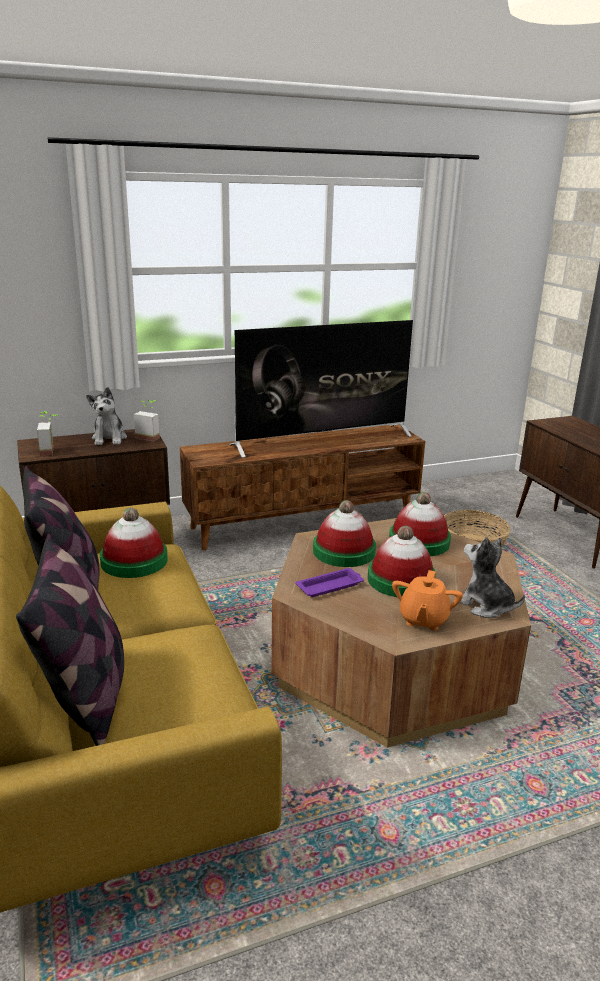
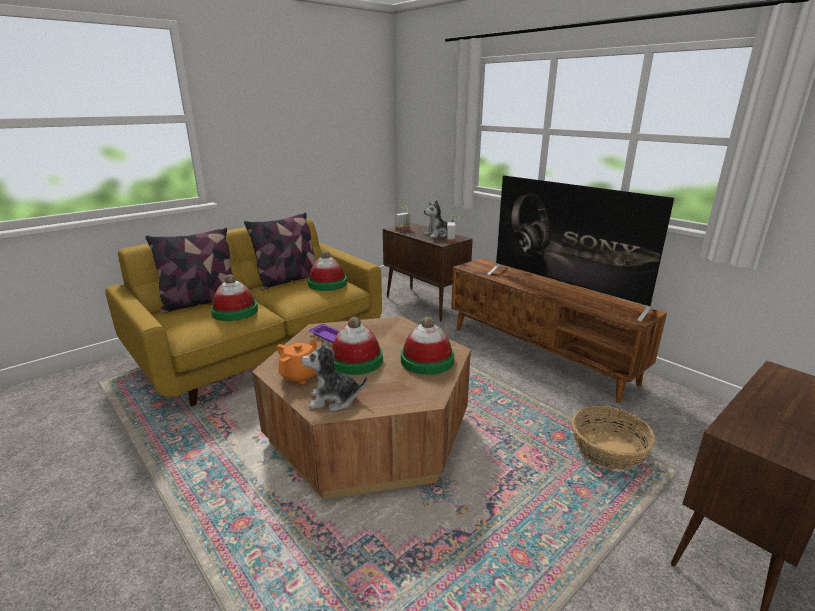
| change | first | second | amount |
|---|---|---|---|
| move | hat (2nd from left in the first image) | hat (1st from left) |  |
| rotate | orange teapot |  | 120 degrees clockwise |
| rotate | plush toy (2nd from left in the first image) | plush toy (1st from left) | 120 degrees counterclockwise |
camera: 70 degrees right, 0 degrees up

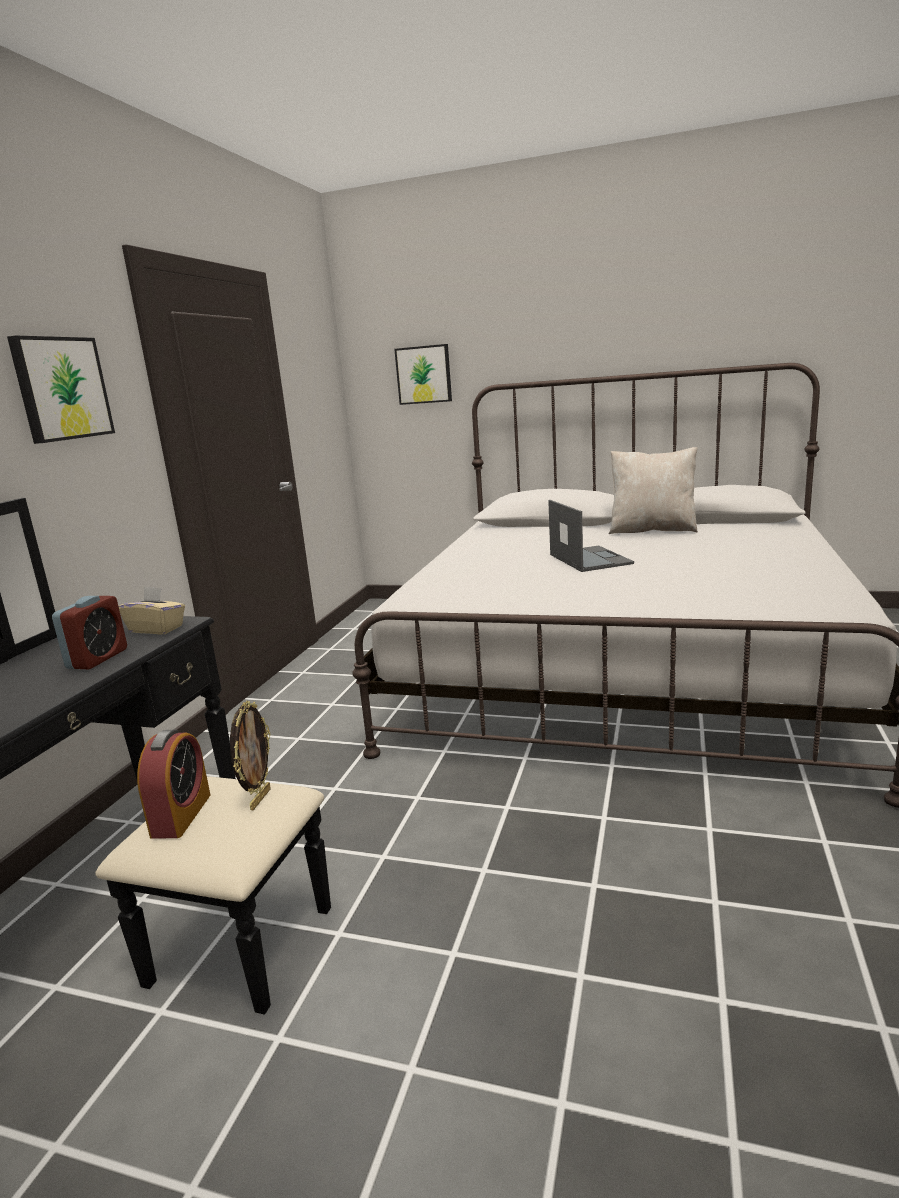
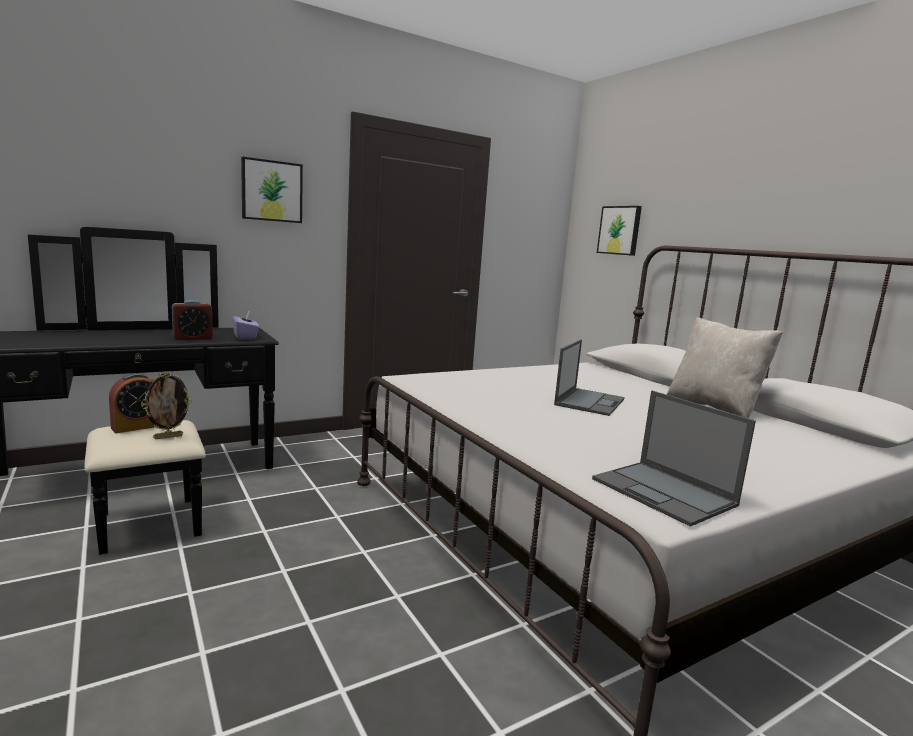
| change | first | second | amount |
|---|---|---|---|
| recolor | beige tissue box | purple tissue box |  |
| insert |  | laptop (2nd from left) |  |
camera: 40 degrees right, 5 degrees down

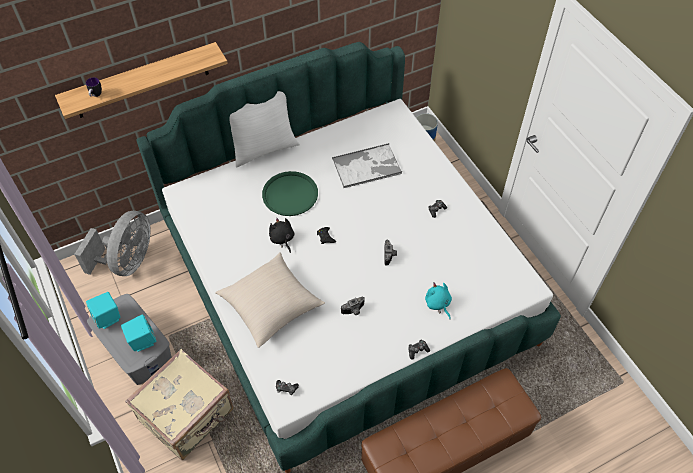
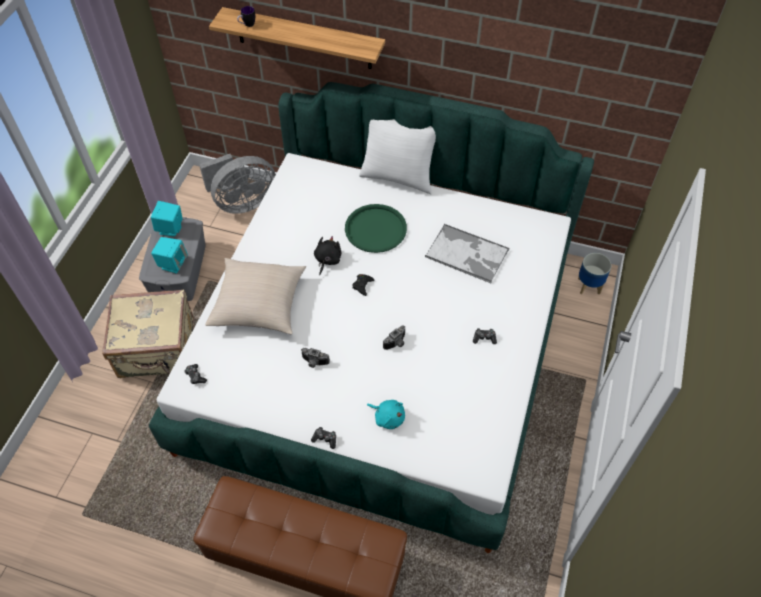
| change | first | second | amount |
|---|---|---|---|
| rotate | turquoise plush toy |  | 105 degrees clockwise |
camera: 45 degrees right, 0 degrees up

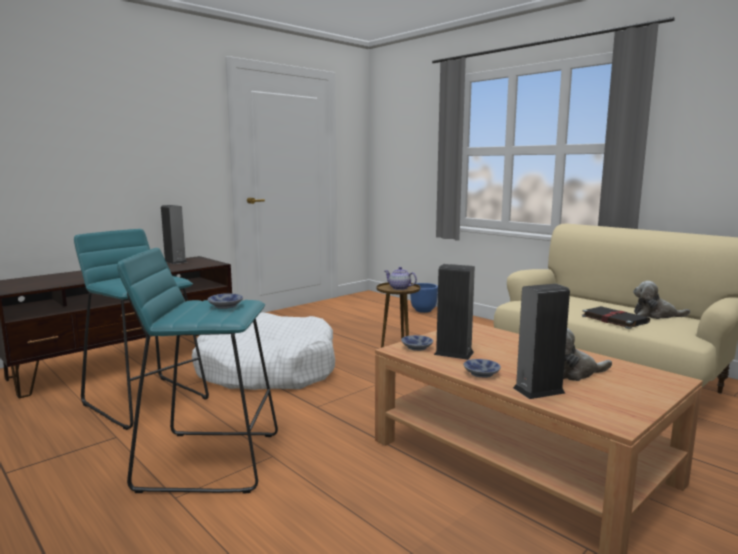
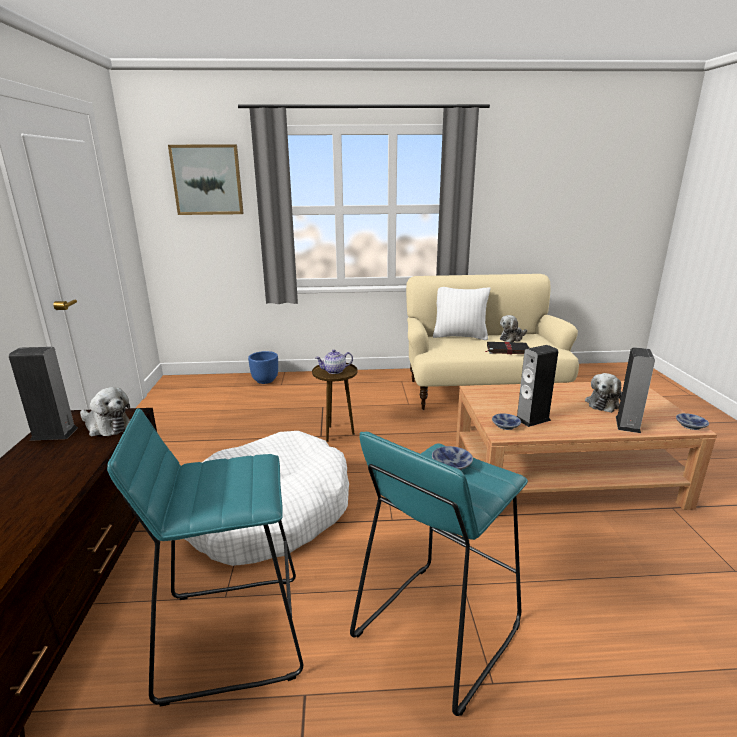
| change | first | second | amount |
|---|---|---|---|
| insert |  | plush toy (1st from left) |  |
| insert |  | picture |  |
| insert |  | white pillow |  |
| move | bowl (3rd from left) |  |  |
camera: 50 degrees left, 10 degrees up

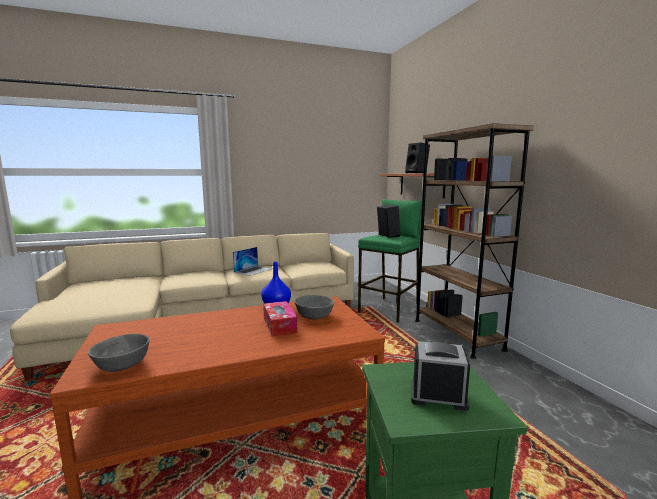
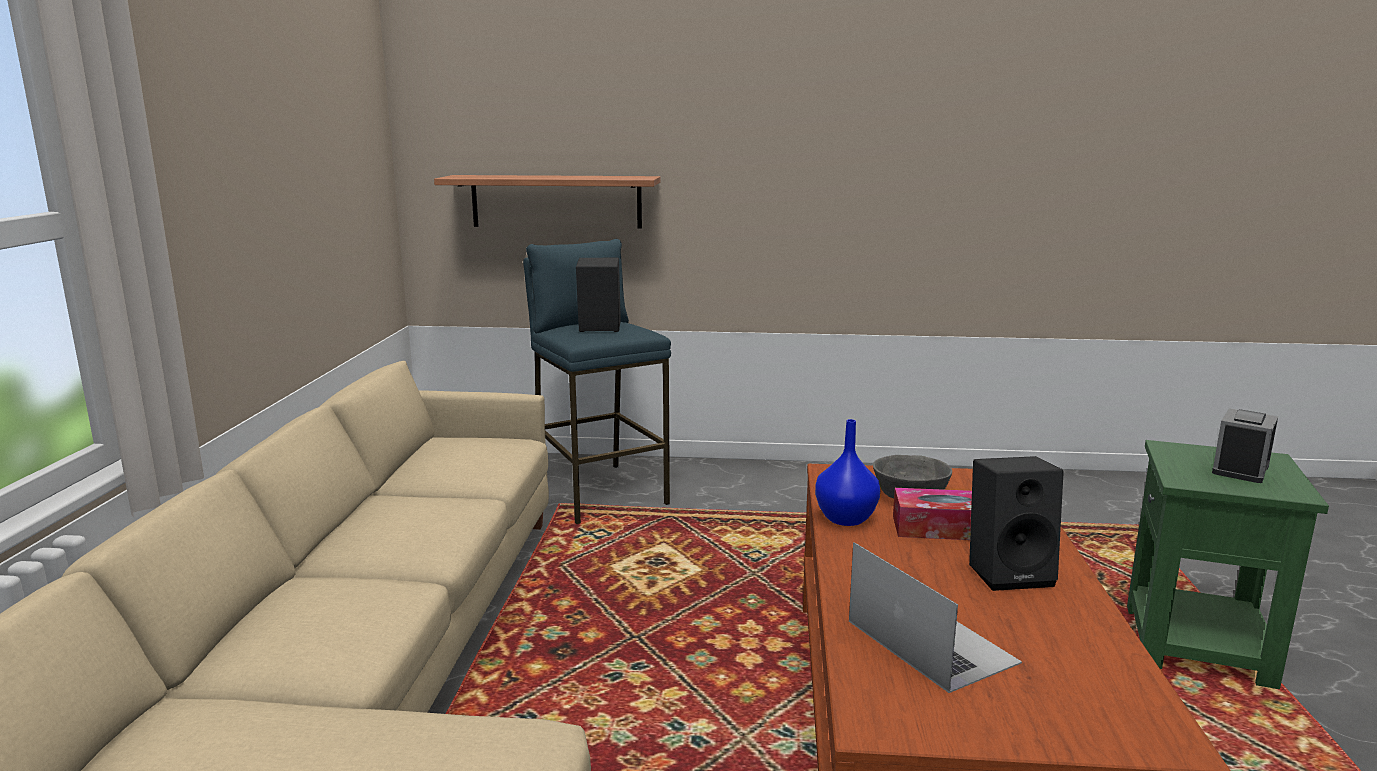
| change | first | second | amount |
|---|---|---|---|
| recolor | green stool | blue stool |  |
| move | laptop |  |  |
| move | black speaker (2nd from left) |  |  |
| delete | grey bowl (1st from left) |  |  |
| delete | brown bookcase |  |  |
camera: 65 degrees left, 5 degrees up

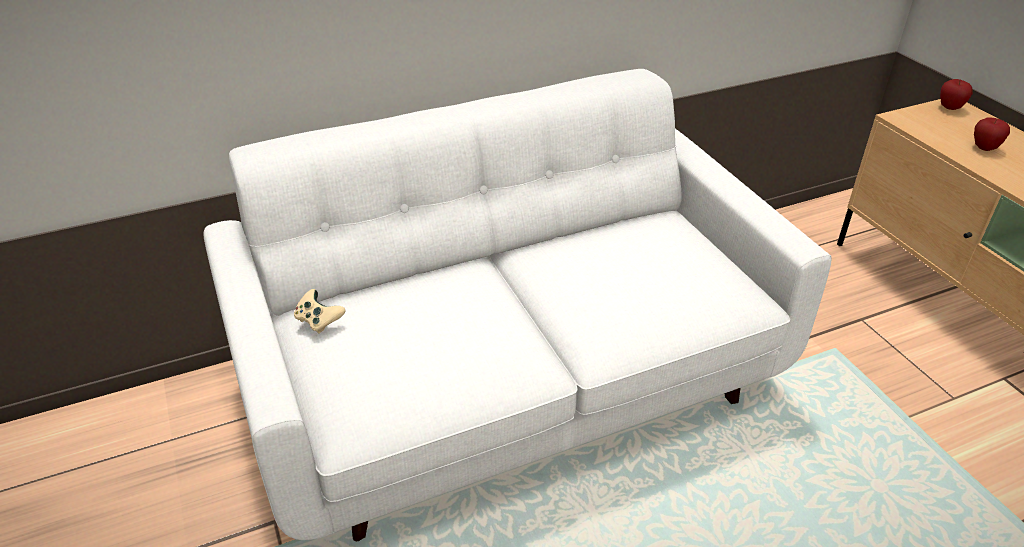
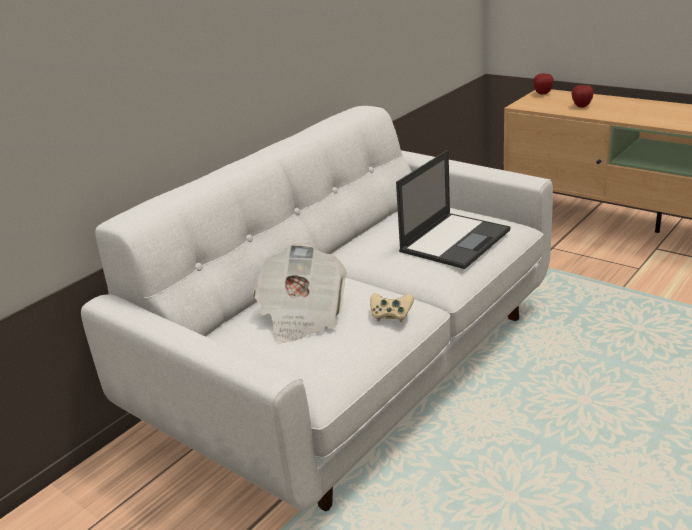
| change | first | second | amount |
|---|---|---|---|
| insert |  | newspaper |  |
| move | beige game controller |  |  |
| insert |  | laptop |  |
camera: 25 degrees left, 10 degrees down

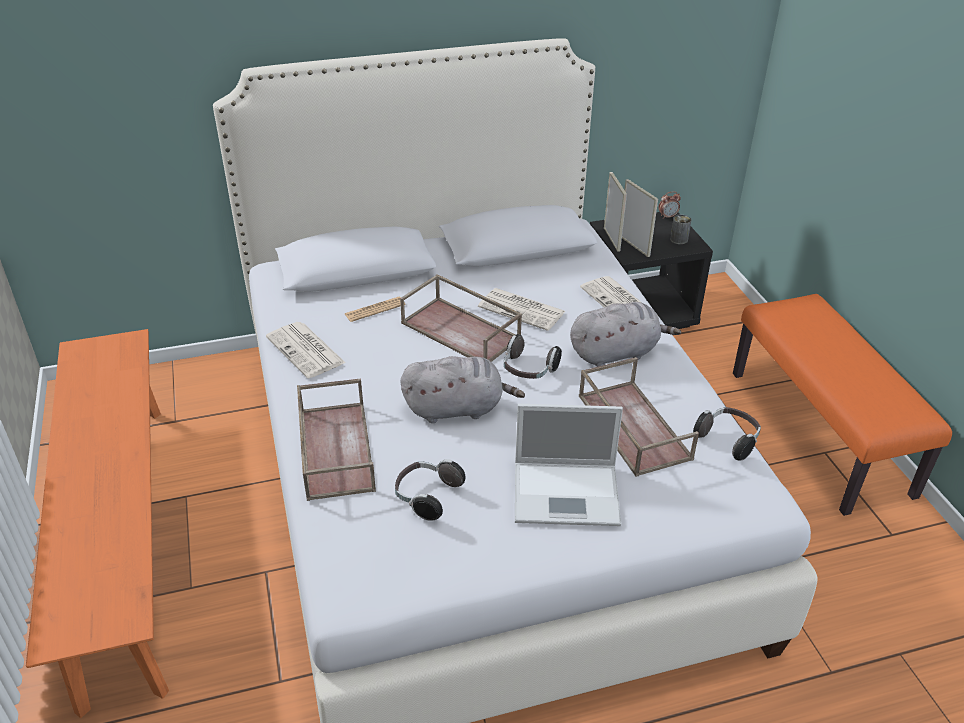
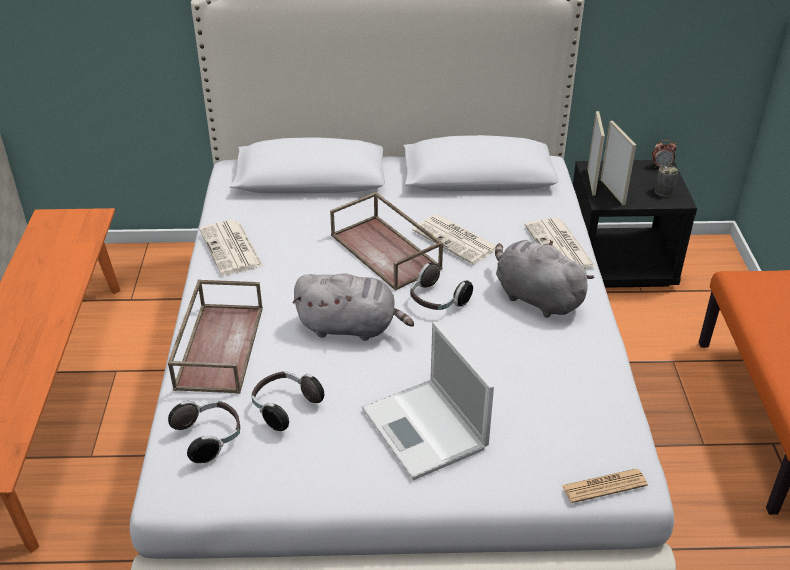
| change | first | second | amount |
|---|---|---|---|
| move | headphones (3rd from left in the first image) | headphones (1st from left) |  |
| rotate | laptop |  | 45 degrees clockwise |
| rotate | grey plush toy (2nd from left) |  | 135 degrees counterclockwise |
| move | newspaper (2nd from left in the first image) | newspaper (4th from left) |  |
| delete | brown tray (3rd from left) |  |  |
camera: 15 degrees right, 0 degrees up

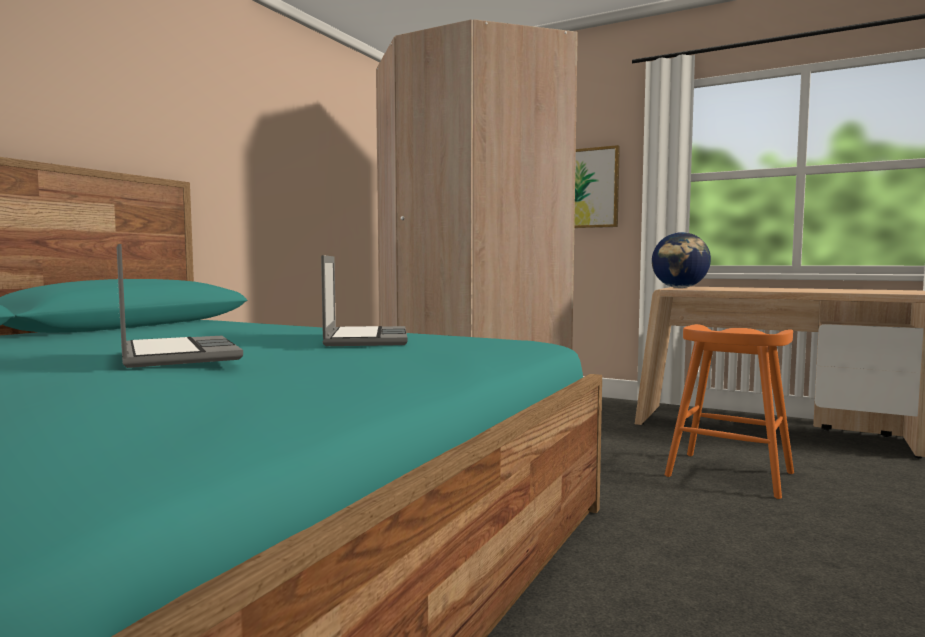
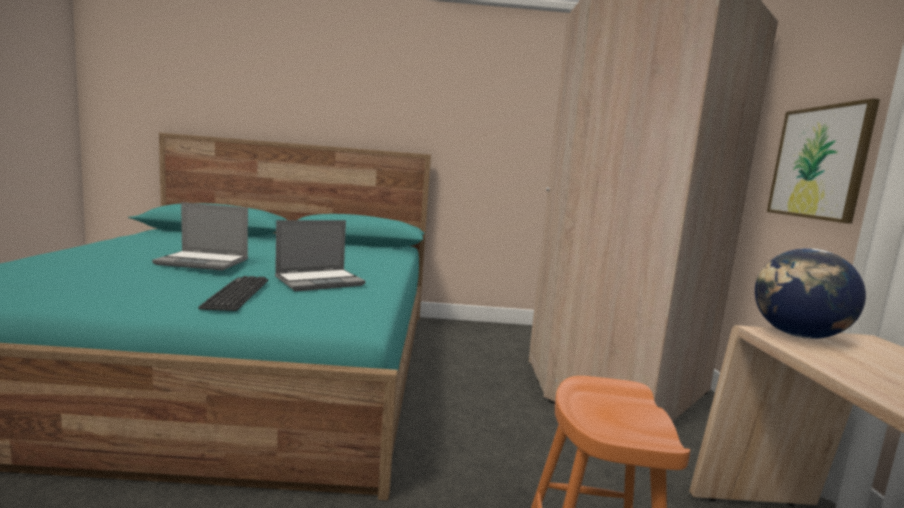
| change | first | second | amount |
|---|---|---|---|
| rotate | laptop (1st from left) |  | 60 degrees clockwise |
| insert |  | keyboard |  |
camera: 60 degrees right, 5 degrees up

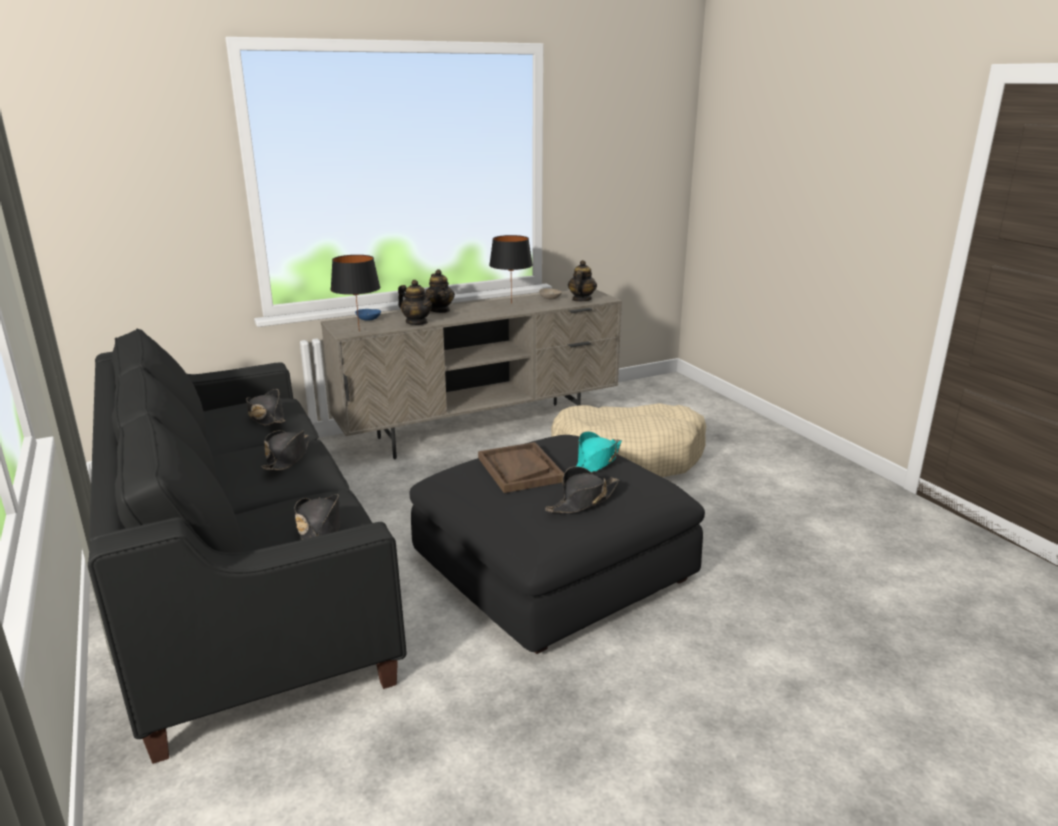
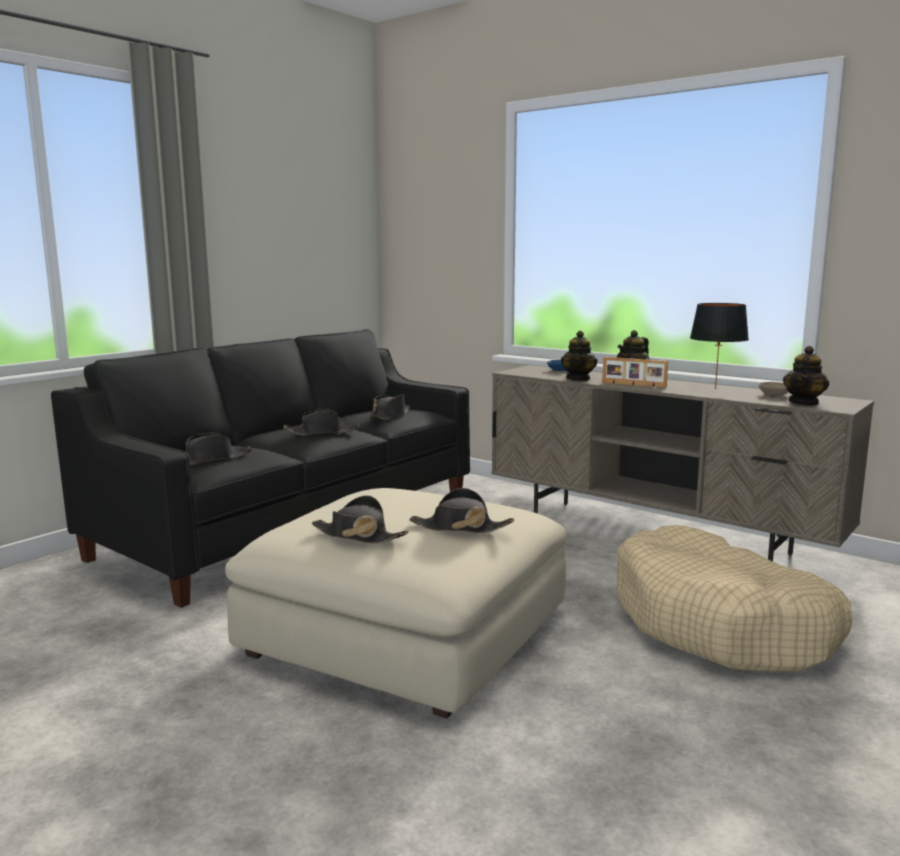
| change | first | second | amount |
|---|---|---|---|
| recolor | black ottoman | beige ottoman |  |
| recolor | turquoise hat | black hat (5th from left) |  |
| insert |  | picture frame |  |
| rotate | teapot (3rd from left) |  | 135 degrees clockwise |
| delete | black table lamp (1st from left) |  |  |
| delete | brown tray |  |  |
camera: 65 degrees right, 10 degrees down

